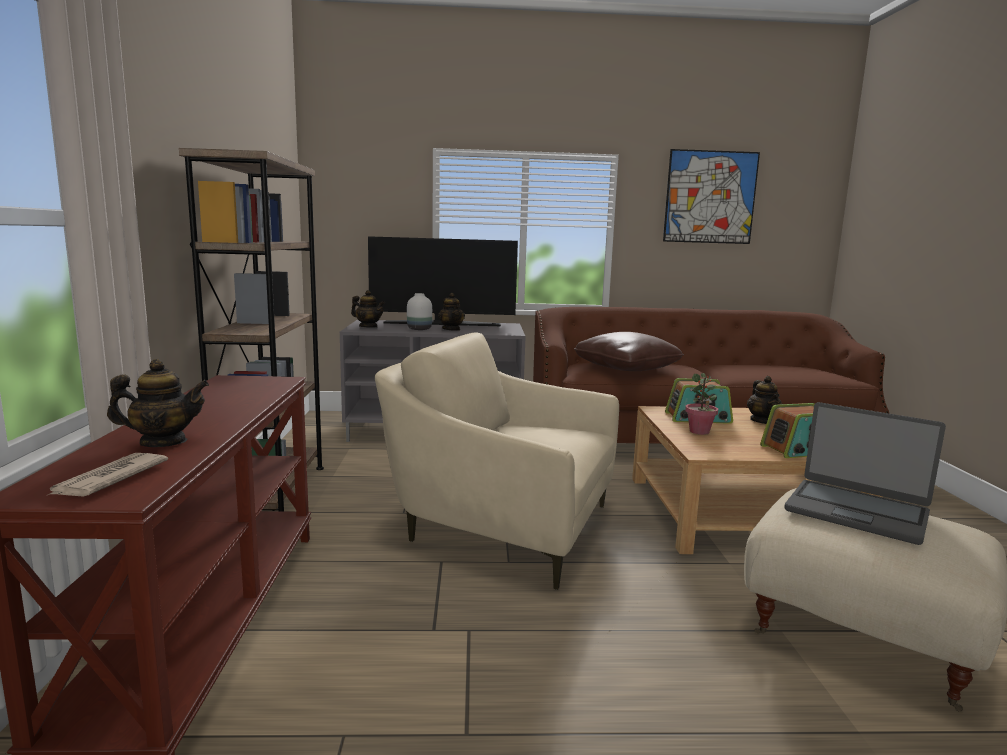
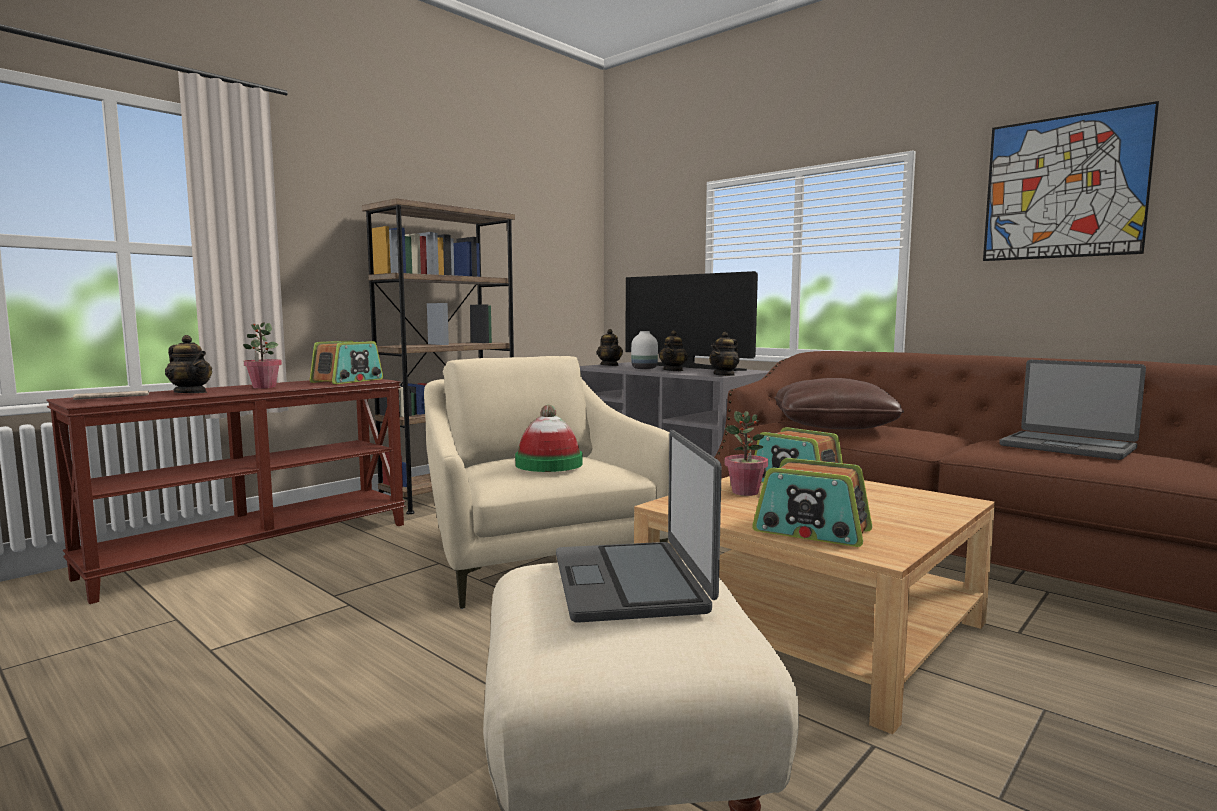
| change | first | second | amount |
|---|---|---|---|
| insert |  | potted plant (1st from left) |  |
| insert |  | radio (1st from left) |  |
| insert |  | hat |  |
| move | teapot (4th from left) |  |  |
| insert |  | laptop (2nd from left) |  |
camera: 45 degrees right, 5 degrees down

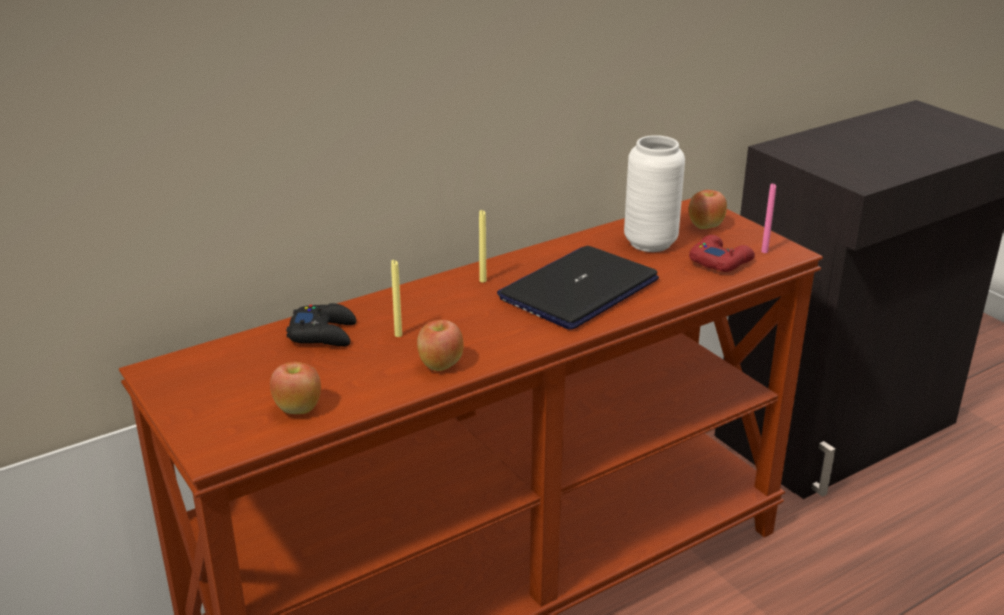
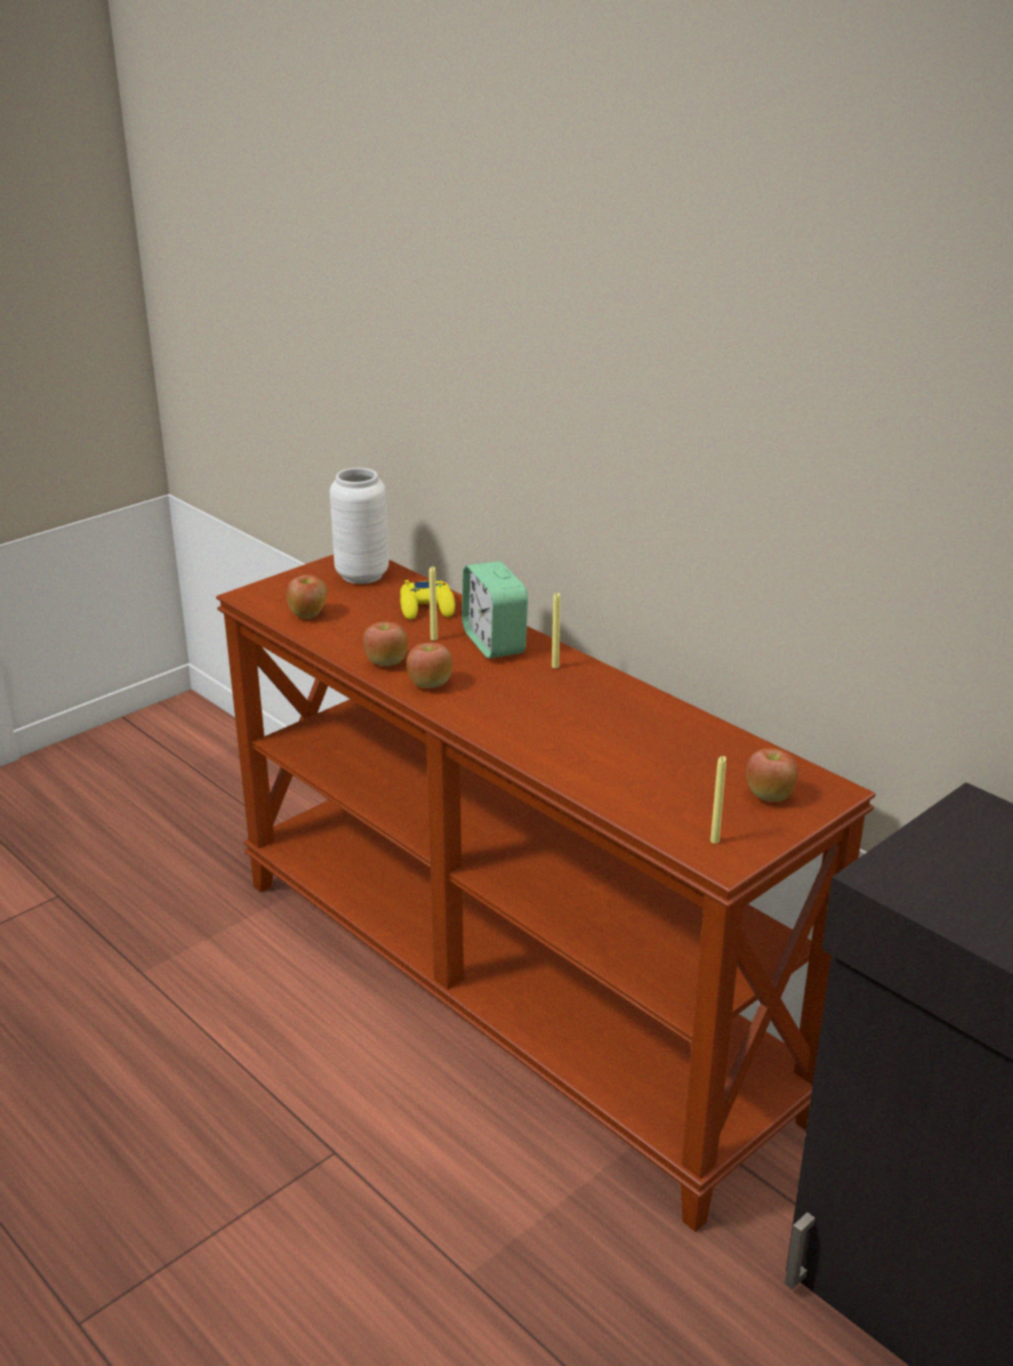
| change | first | second | amount |
|---|---|---|---|
| move | white vase |  |  |
| recolor | black game controller | yellow game controller |  |
| insert |  | apple (3rd from left) |  |
| insert |  | alarm clock |  |
| recolor | pink candle | yellow candle (3rd from left) |  |
| delete | laptop |  |  |
| delete | red game controller |  |  |
camera: 80 degrees right, 0 degrees up

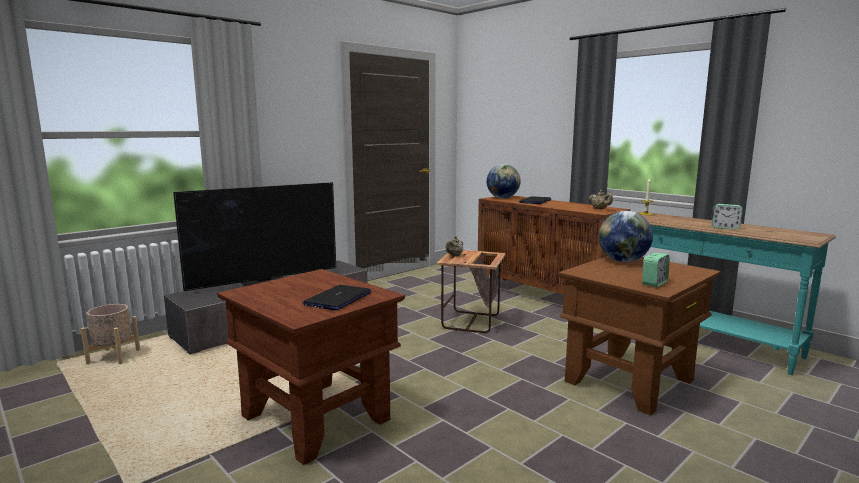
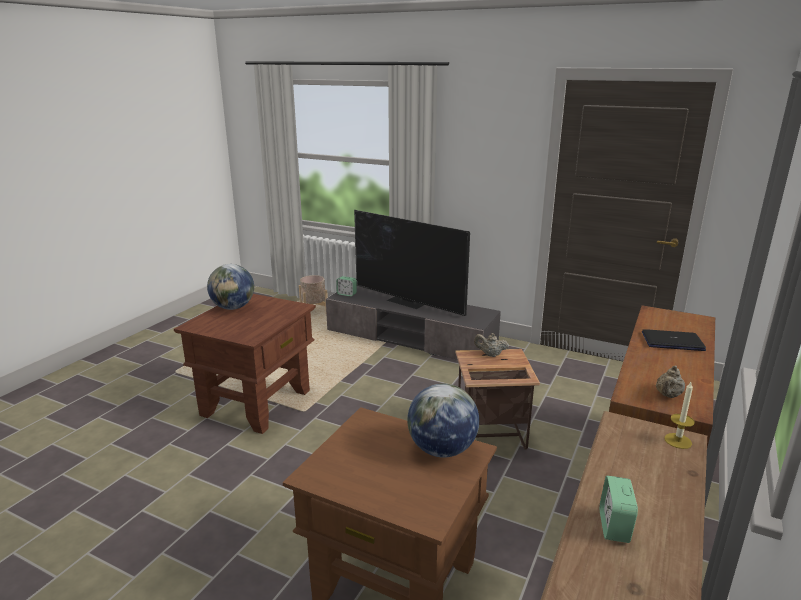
| change | first | second | amount |
|---|---|---|---|
| move | globe (1st from left) |  |  |
| move | alarm clock (1st from left) |  |  |
| delete | laptop (1st from left) |  |  |
camera: 70 degrees right, 10 degrees up

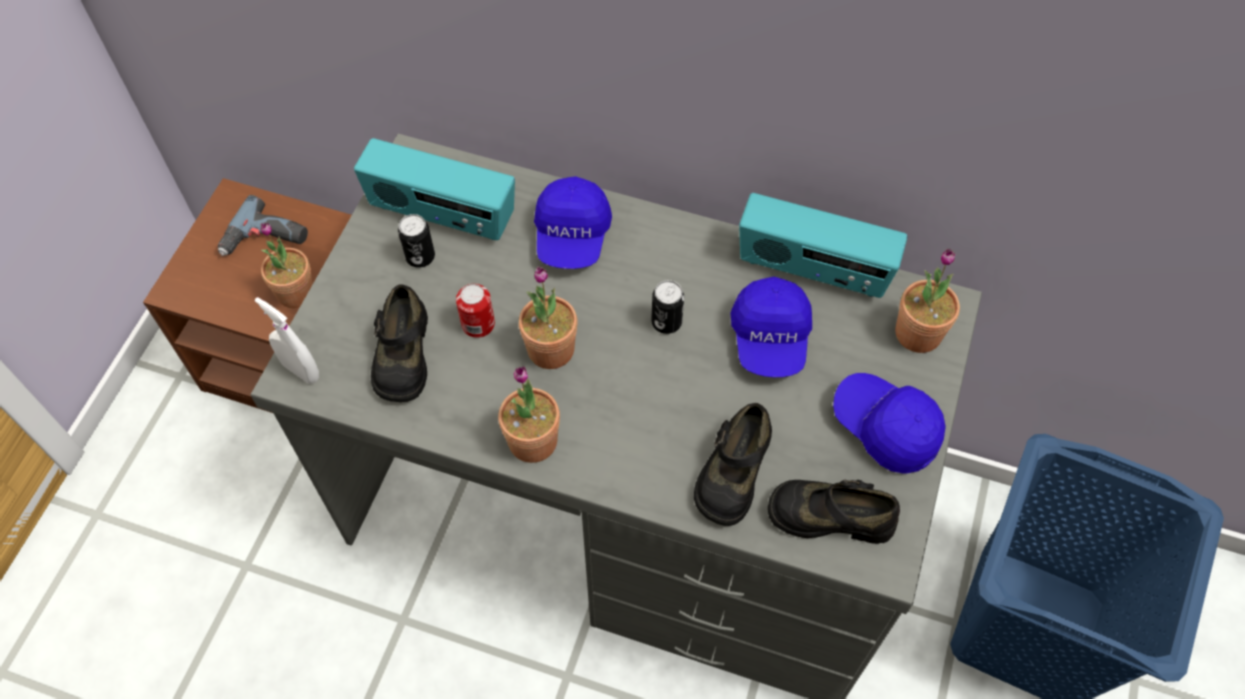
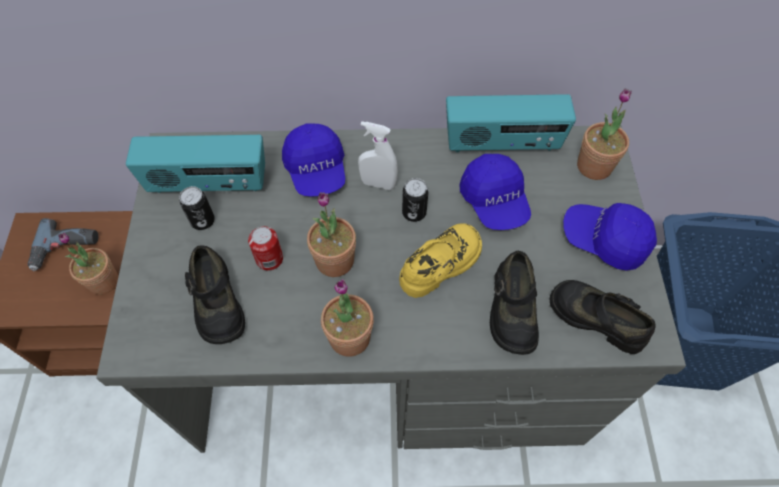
| change | first | second | amount |
|---|---|---|---|
| move | white spray bottle |  |  |
| insert |  | yellow shoe |  |
| rotate | black shoe (3rd from left) |  | 45 degrees clockwise |
camera: 20 degrees left, 0 degrees up

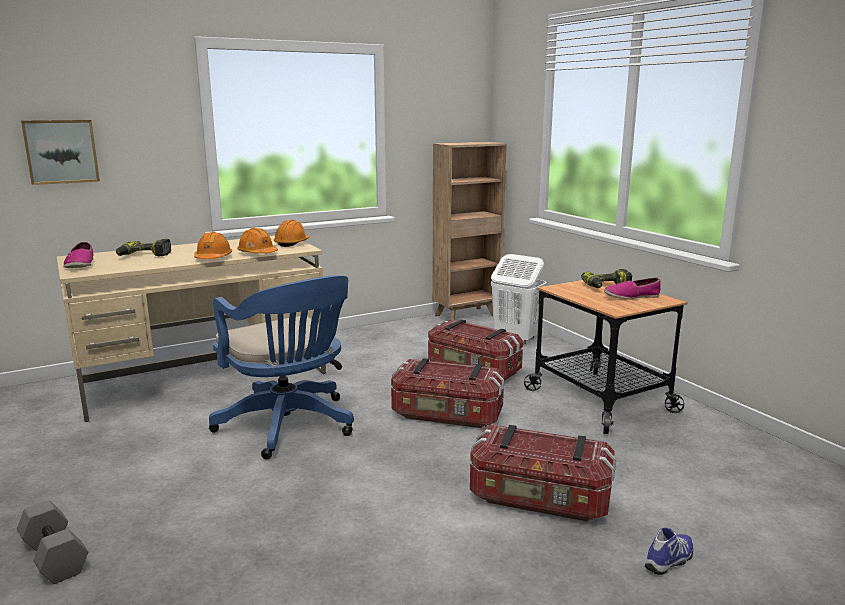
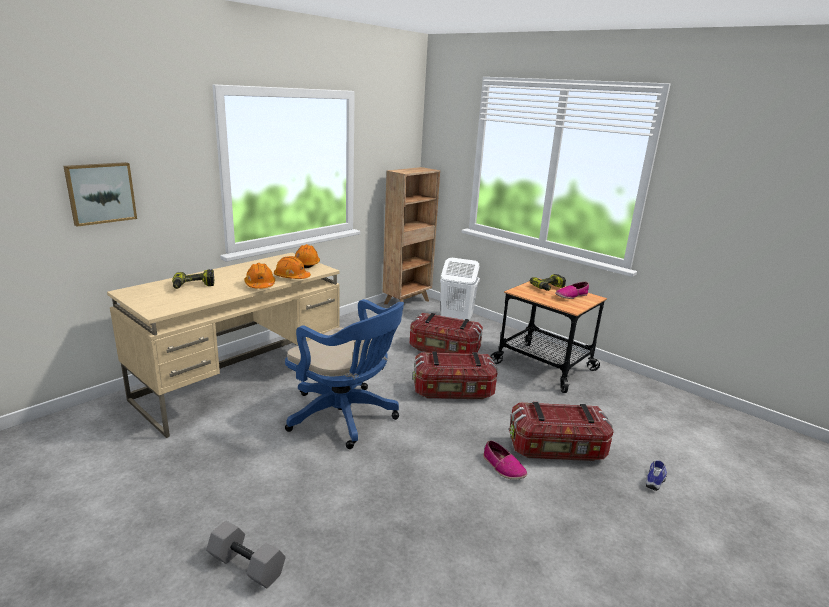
| change | first | second | amount |
|---|---|---|---|
| move | shoe (1st from left) |  |  |
camera: 20 degrees left, 5 degrees up

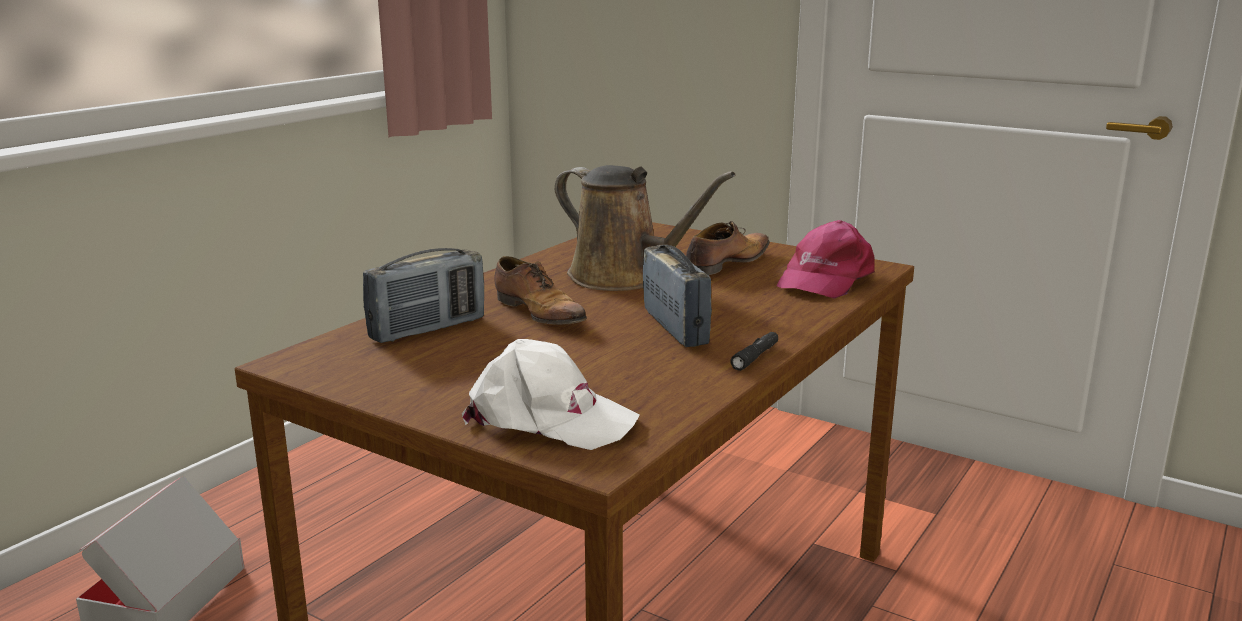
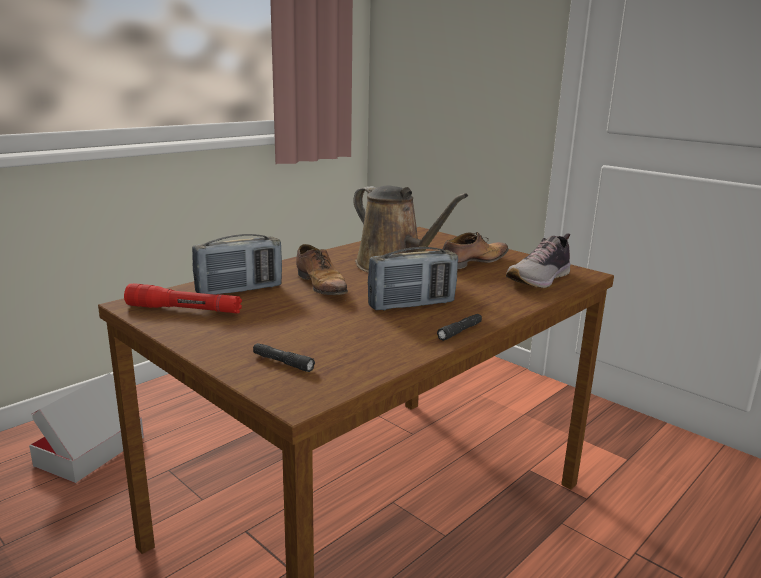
| change | first | second | amount |
|---|---|---|---|
| insert |  | red flashlight |  |
| replace | white cap | black flashlight (1st from left) |  |
| rotate | radio (2nd from left) |  | 75 degrees clockwise |
| replace | pink cap | shoe (3rd from left) |  |
camera: 10 degrees right, 0 degrees up

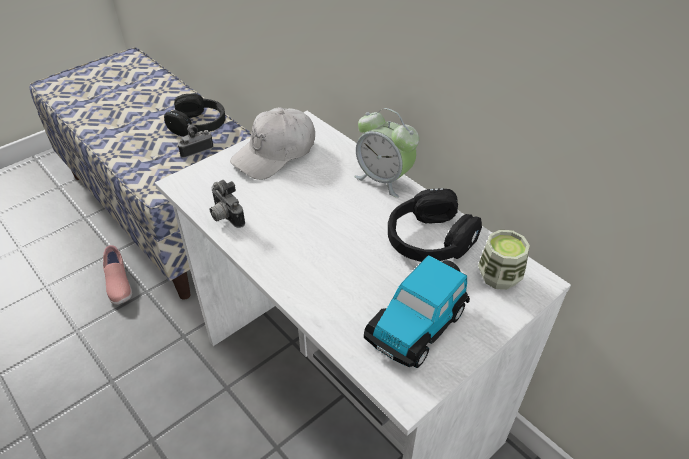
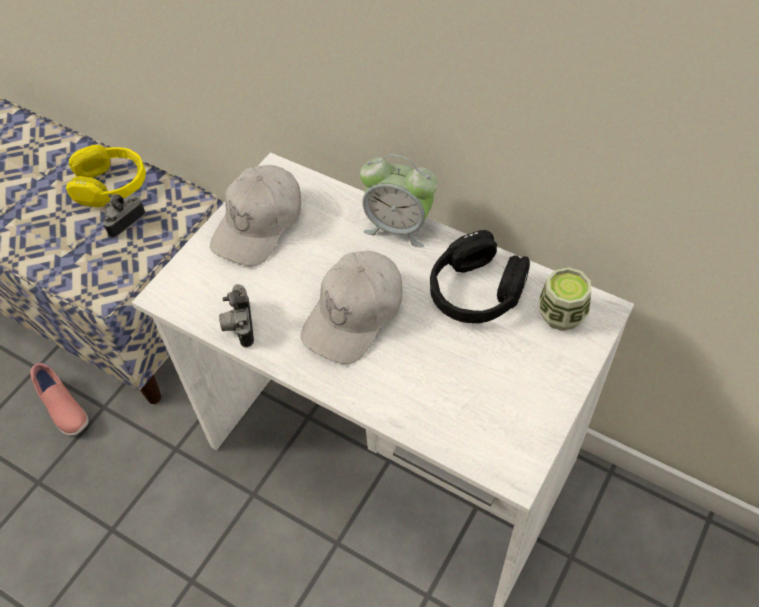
| change | first | second | amount |
|---|---|---|---|
| recolor | black headphones (1st from left) | yellow headphones |  |
| rotate | photo camera (2nd from left) |  | 45 degrees clockwise |
| insert |  | white cap (2nd from left) |  |
| delete | toy car |  |  |
camera: 15 degrees left, 10 degrees up

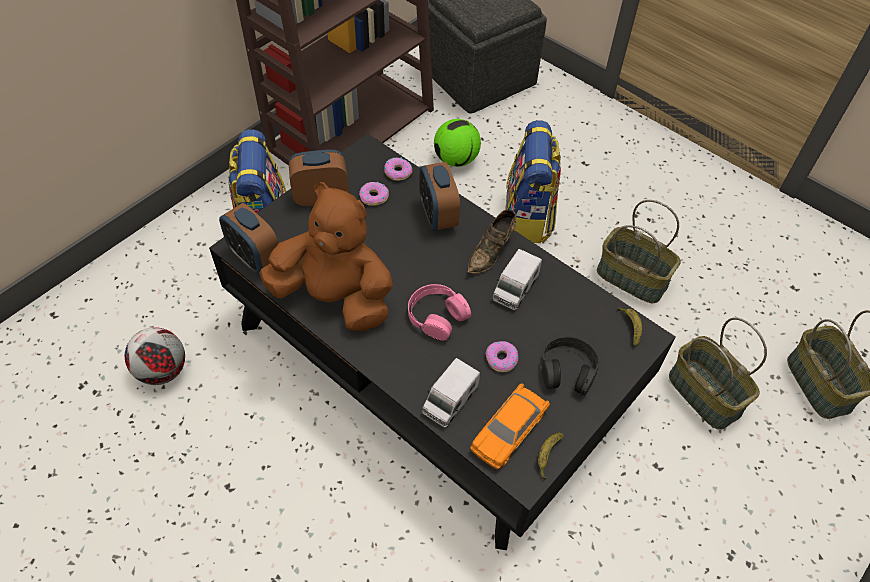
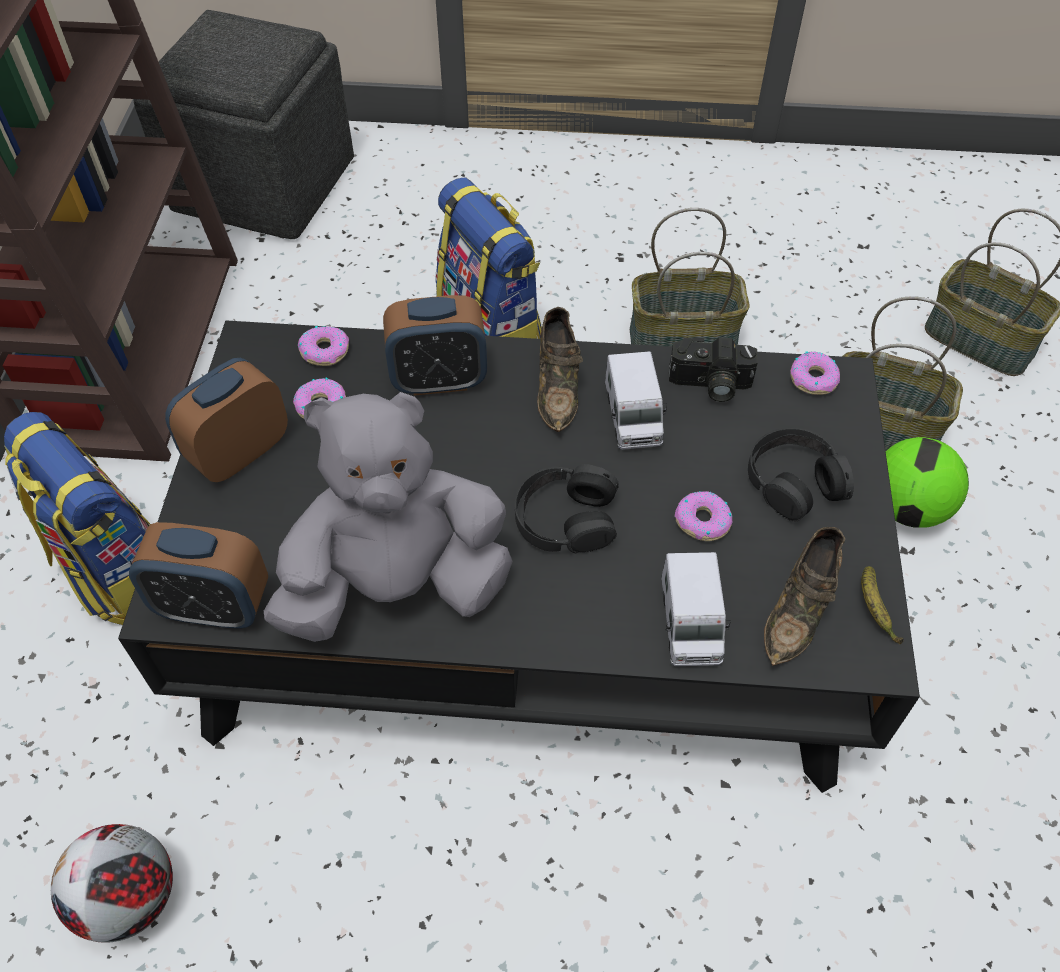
| change | first | second | amount |
|---|---|---|---|
| recolor | brown plush toy | grey plush toy |  |
| rotate | alarm clock (3rd from left) |  | 45 degrees counterclockwise |
| recolor | pink headphones | black headphones (1st from left) |  |
| insert |  | photo camera |  |
| replace | orange toy car | brown shoe (2nd from left) |  |
| replace | banana (2nd from left) | donut (4th from left) |  |
| move | football (2nd from left) |  |  |
camera: 35 degrees left, 0 degrees up

